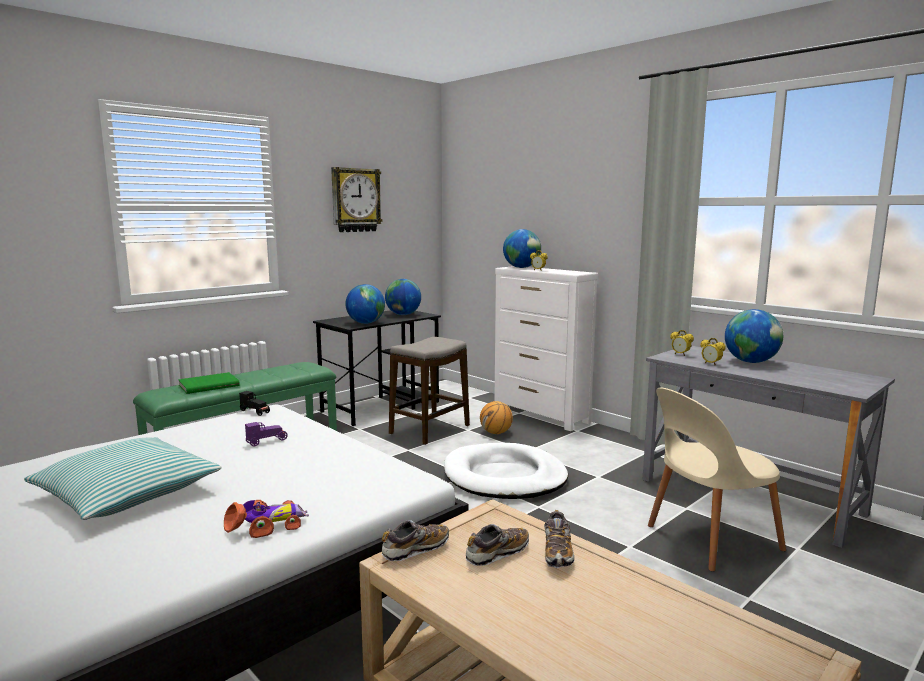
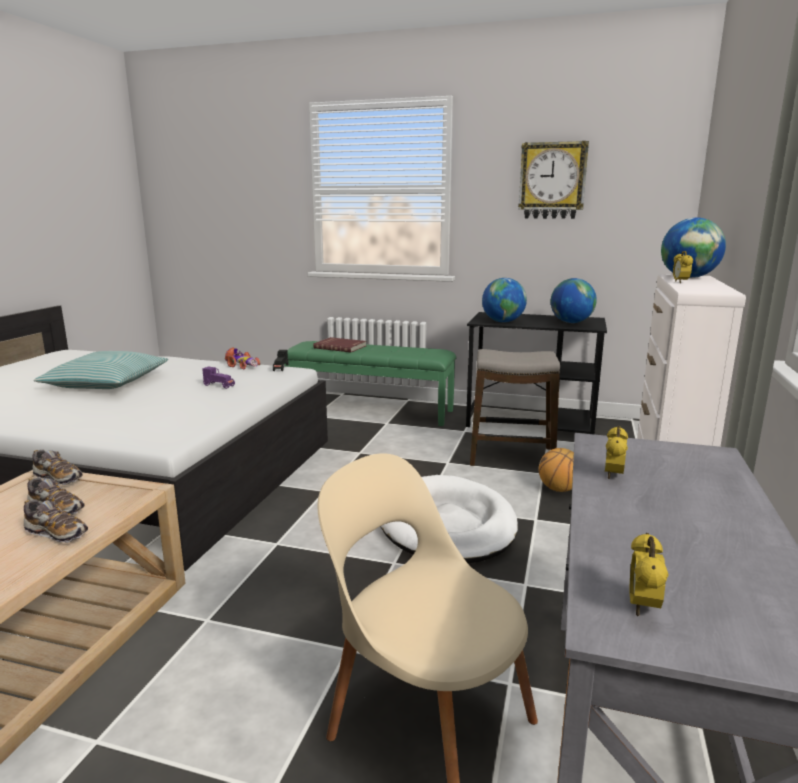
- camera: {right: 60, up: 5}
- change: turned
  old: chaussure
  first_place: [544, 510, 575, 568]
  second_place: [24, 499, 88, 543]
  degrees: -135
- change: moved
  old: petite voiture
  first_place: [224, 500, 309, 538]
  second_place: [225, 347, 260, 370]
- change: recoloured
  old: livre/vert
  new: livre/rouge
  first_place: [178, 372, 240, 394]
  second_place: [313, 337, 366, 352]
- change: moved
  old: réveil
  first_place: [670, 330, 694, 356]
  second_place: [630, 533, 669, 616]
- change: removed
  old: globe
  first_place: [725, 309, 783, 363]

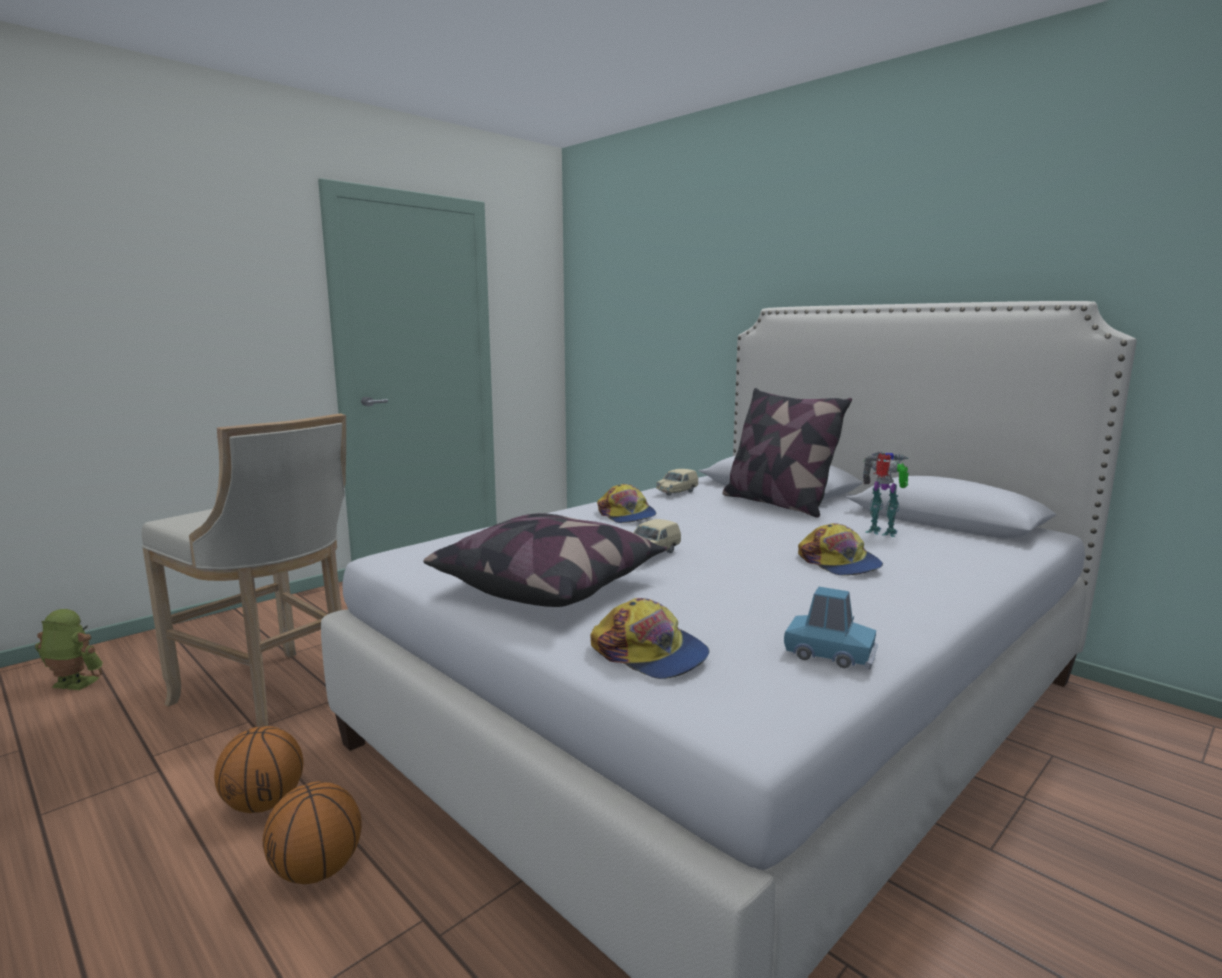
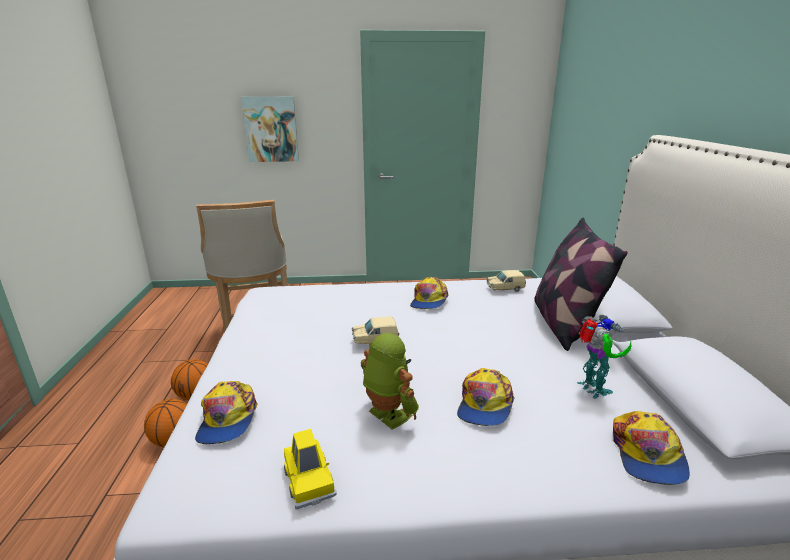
- camera: {right: 40, up: 10}
- change: added
  new: tableau
  second_place: [241, 97, 299, 162]
- change: recoloured
  old: petite voiture/bleu
  new: petite voiture/jaune
  first_place: [784, 587, 878, 670]
  second_place: [284, 429, 337, 510]
- change: moved
  old: robot jouet
  first_place: [35, 609, 103, 690]
  second_place: [361, 333, 419, 430]
- change: added
  new: casquette
  second_place: [613, 411, 690, 485]
- change: removed
  old: coussin
  first_place: [423, 513, 667, 607]

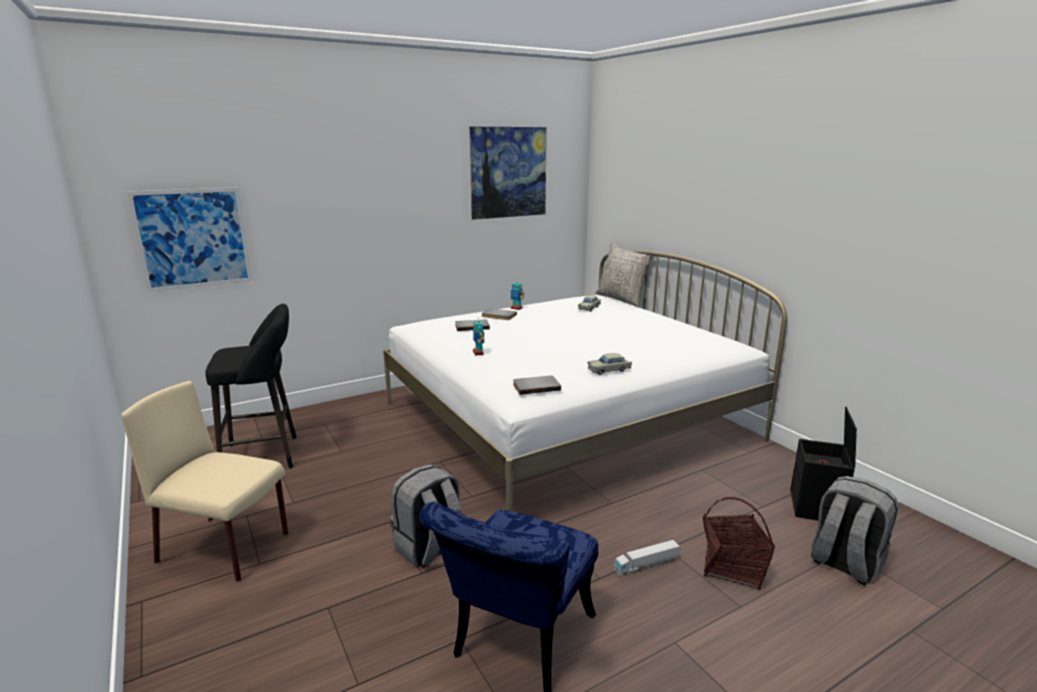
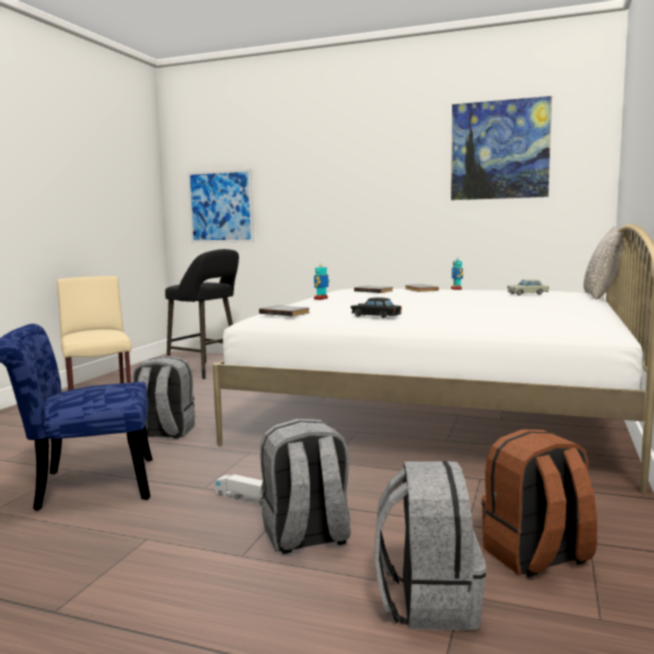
- camera: {right: 50, up: -10}
- change: replaced
  old: panier
  new: sac à dos/gris
  first_place: [703, 497, 775, 590]
  second_place: [260, 419, 351, 554]
- change: recoloured
  old: petite voiture/beige
  new: petite voiture/noir
  first_place: [587, 353, 632, 375]
  second_place: [351, 297, 402, 318]
- change: replaced
  old: boîte de rangement/noir
  new: sac à dos/marron
  first_place: [790, 407, 857, 521]
  second_place: [481, 429, 597, 577]

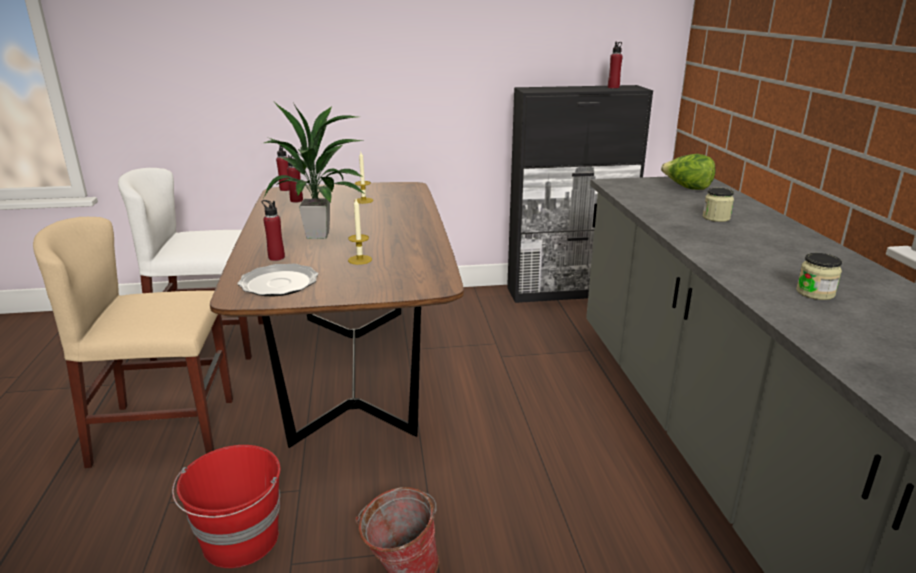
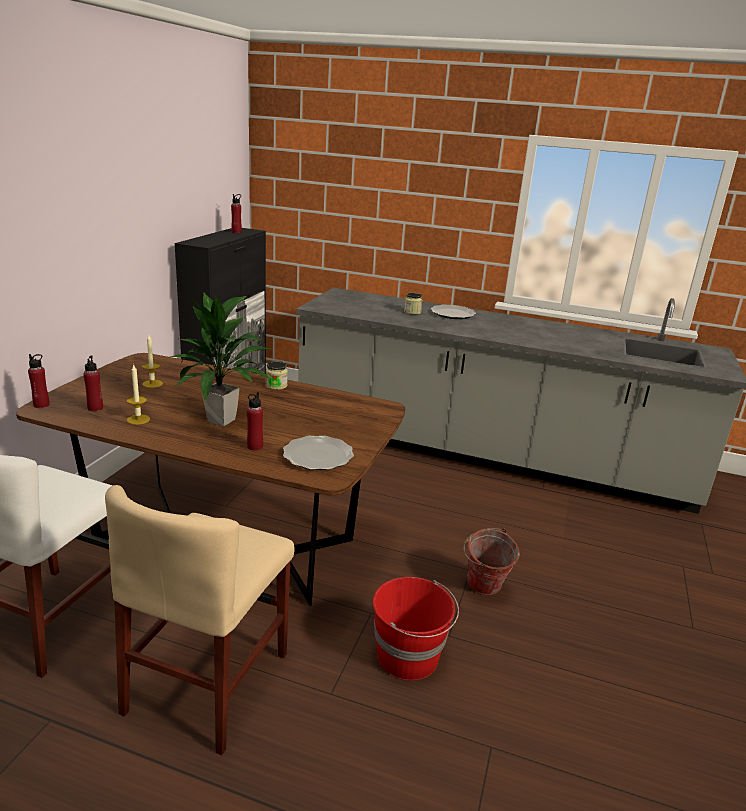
- camera: {right: -65, up: 0}
- change: moved
  old: bougie
  first_place: [348, 199, 372, 265]
  second_place: [127, 364, 150, 425]
- change: moved
  old: bocal
  first_place: [796, 253, 842, 300]
  second_place: [266, 361, 288, 390]
- change: added
  new: assiette
  second_place: [431, 304, 476, 319]
- change: removed
  old: laitue
  first_place: [661, 154, 716, 190]

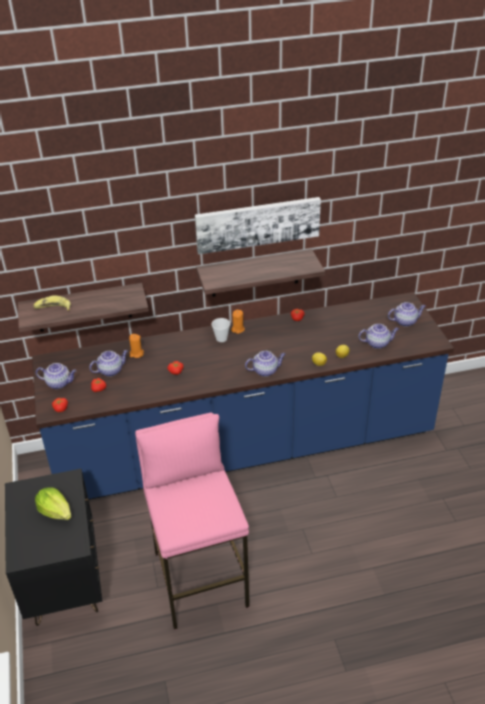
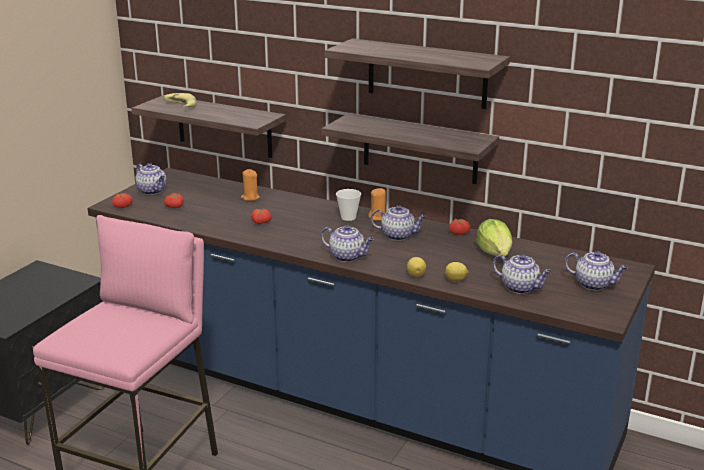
- camera: {right: 40, up: -15}
- change: replaced
  old: tableau
  new: étagère
  first_place: [195, 197, 321, 255]
  second_place: [324, 38, 510, 109]
- change: moved
  old: théière
  first_place: [89, 350, 128, 377]
  second_place: [371, 205, 426, 241]
- change: moved
  old: laitue
  first_place: [35, 487, 71, 520]
  second_place: [476, 219, 512, 256]

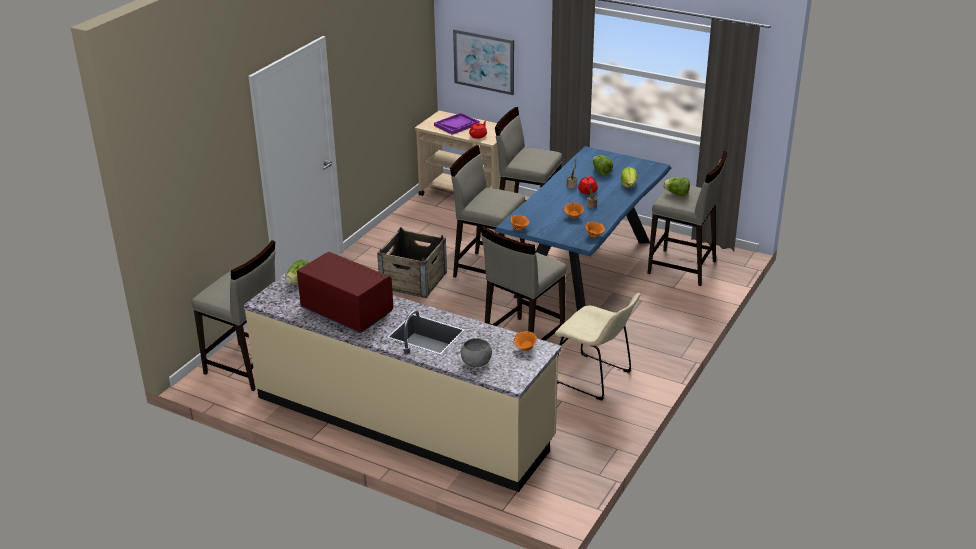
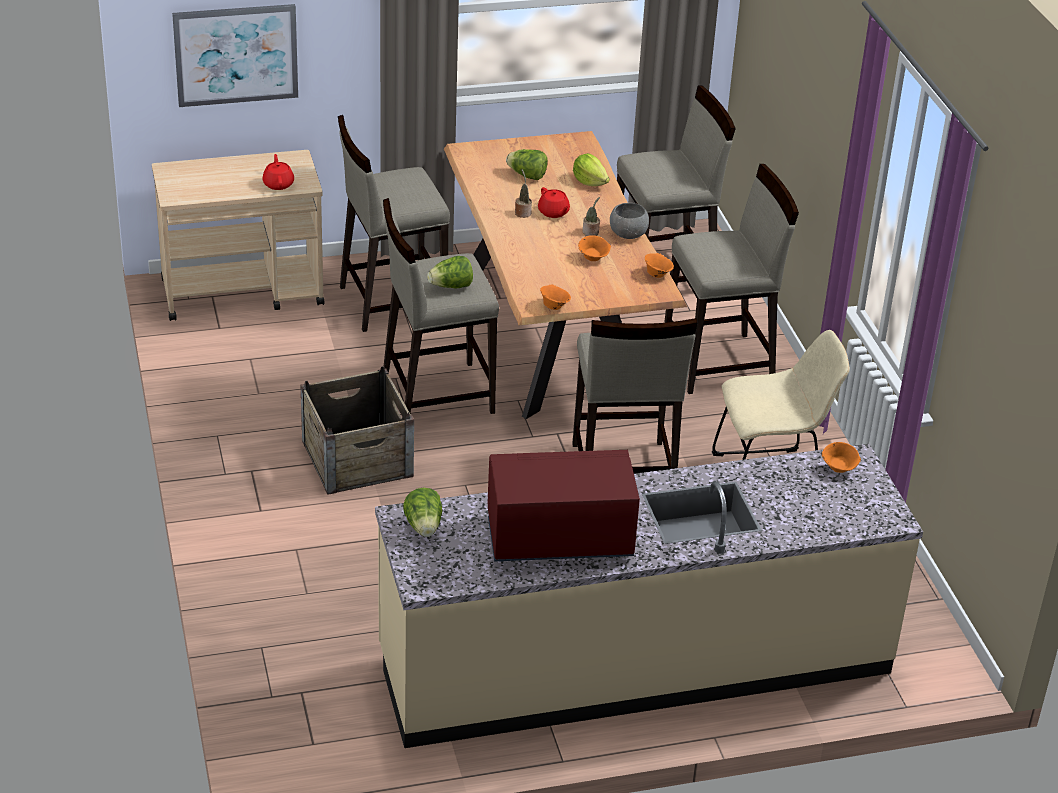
- camera: {right: -45, up: 5}
- change: moved
  old: laitue
  first_place: [663, 177, 690, 196]
  second_place: [427, 256, 473, 289]
- change: recoloured
  old: table à manger/bleu
  new: table à manger/marron
  first_place: [494, 146, 671, 311]
  second_place: [444, 131, 687, 419]
- change: moved
  old: bol/gris
  first_place: [461, 338, 492, 367]
  second_place: [610, 203, 649, 239]
- change: moved
  old: tabouret/beige
  first_place: [192, 240, 276, 391]
  second_place: [664, 164, 799, 394]
- change: removed
  old: plateau/violet
  first_place: [434, 113, 479, 135]

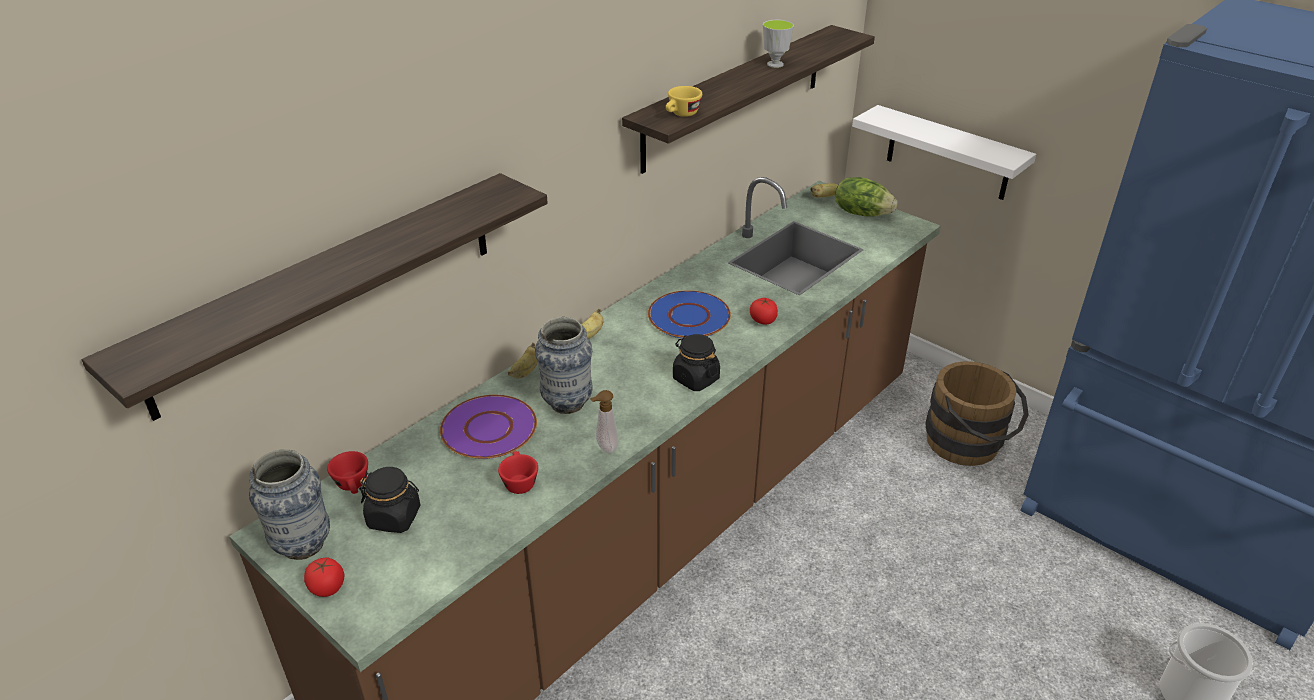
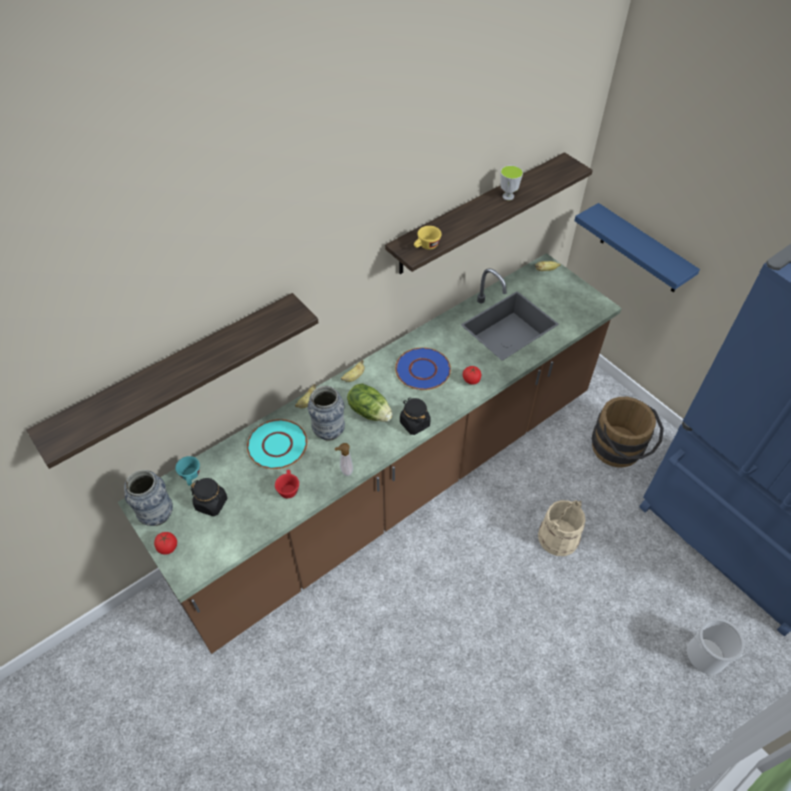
- camera: {right: 10, up: 15}
- change: recoloured
  old: tasse/rouge
  new: tasse/turquoise
  first_place: [327, 451, 368, 494]
  second_place: [175, 456, 200, 486]
- change: recoloured
  old: assiette/violet
  new: assiette/turquoise
  first_place: [440, 395, 537, 459]
  second_place: [247, 419, 307, 469]
- change: moved
  old: laitue
  first_place: [835, 177, 898, 217]
  second_place: [347, 383, 393, 422]
- change: added
  new: seau/beige
  second_place: [538, 500, 586, 556]
- change: recoloured
  old: étagère/blanc
  new: étagère/bleu
  first_place: [852, 105, 1036, 200]
  second_place: [574, 203, 700, 292]

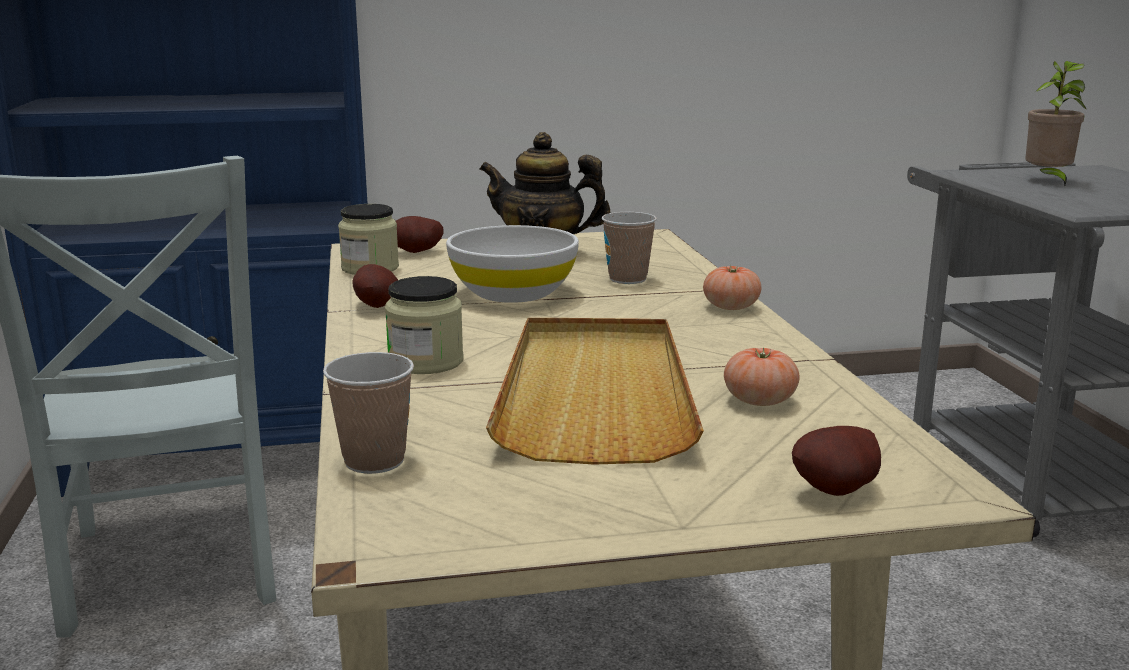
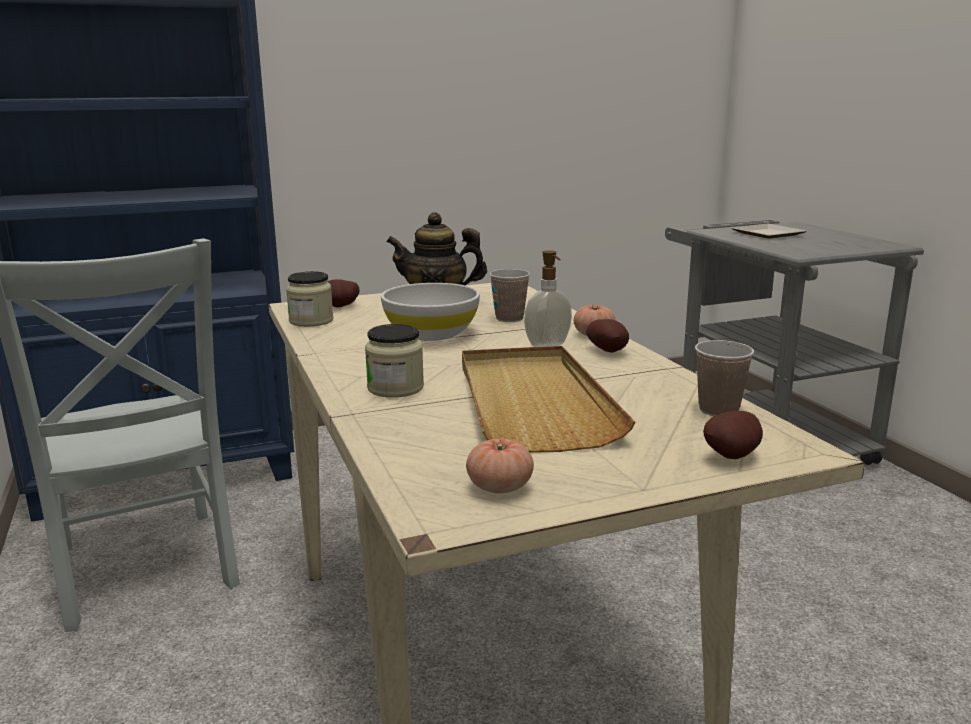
- camera: {right: -10, up: 0}
- change: moved
  old: tomate
  first_place: [724, 347, 800, 406]
  second_place: [466, 439, 534, 493]
- change: added
  new: distributeur de savon
  second_place: [524, 250, 572, 347]
- change: moved
  old: pomme de terre
  first_place: [352, 264, 398, 308]
  second_place: [586, 319, 629, 353]
- change: moved
  old: tasse
  first_place: [323, 352, 414, 474]
  second_place: [695, 340, 754, 416]
- change: replaced
  old: plante en pot
  new: assiette
  first_place: [1025, 61, 1086, 186]
  second_place: [731, 224, 806, 239]

